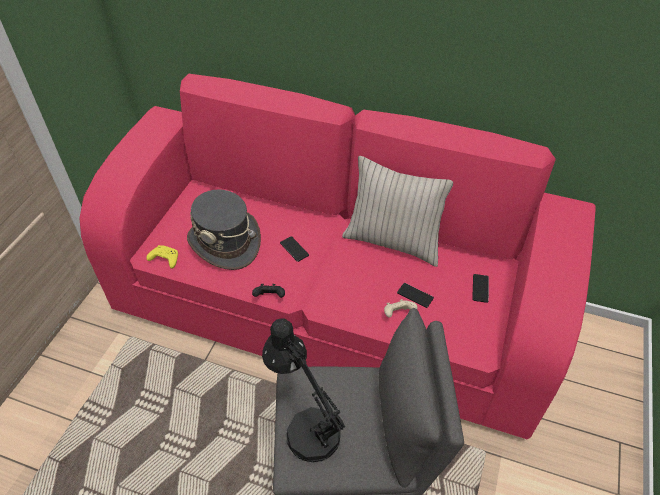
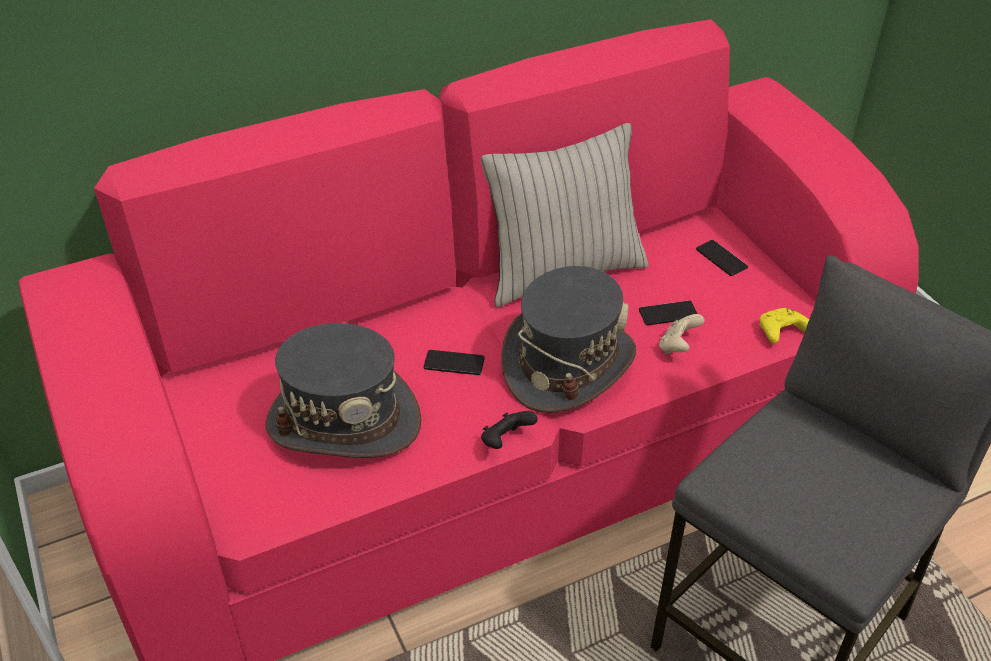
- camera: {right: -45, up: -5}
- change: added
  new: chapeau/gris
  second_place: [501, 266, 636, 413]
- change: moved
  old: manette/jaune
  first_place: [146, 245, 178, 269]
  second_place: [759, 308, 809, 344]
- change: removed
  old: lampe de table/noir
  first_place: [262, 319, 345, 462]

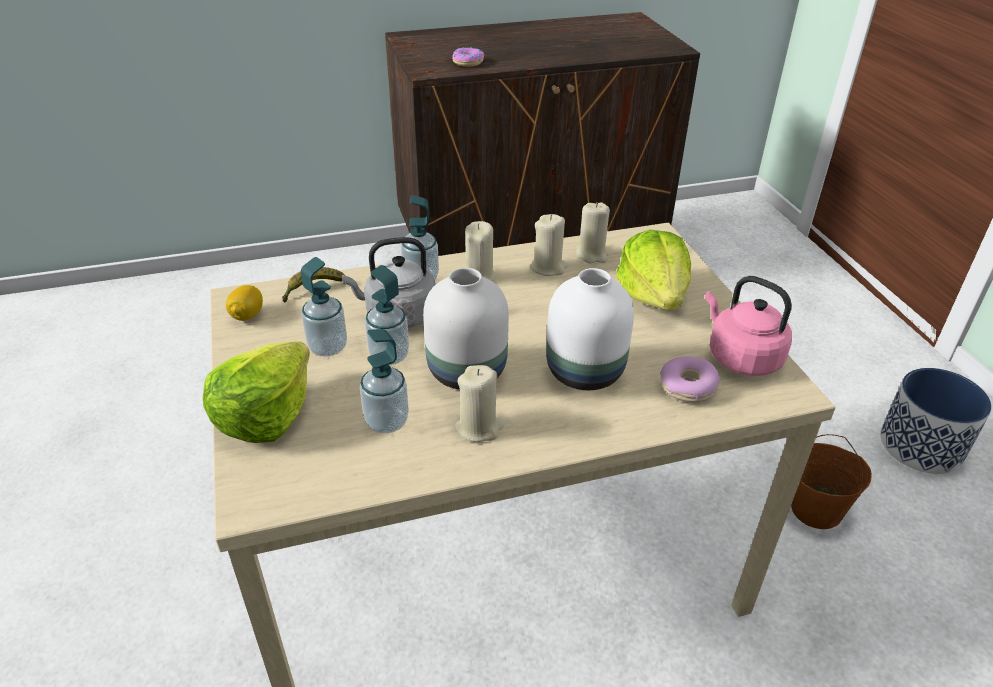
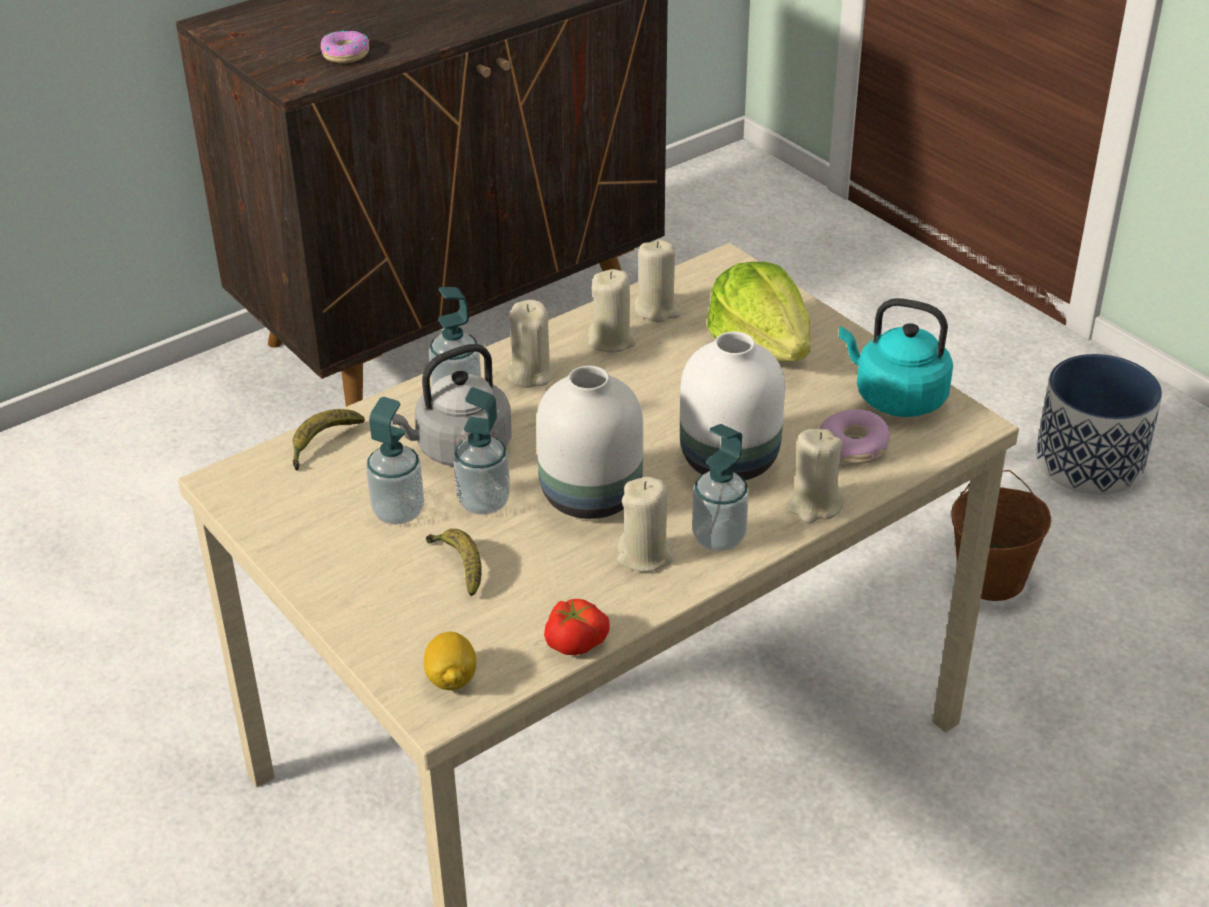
- camera: {right: -20, up: 0}
- change: moved
  old: citron
  first_place: [226, 285, 263, 321]
  second_place: [424, 632, 476, 690]
- change: added
  new: banane
  second_place: [426, 528, 482, 596]
- change: added
  new: tomate
  second_place: [544, 599, 610, 655]
- change: moved
  old: distributeur de savon
  first_place: [360, 329, 409, 433]
  second_place: [692, 424, 749, 551]
- change: added
  new: bougie/beige
  second_place: [787, 429, 844, 524]
- change: recoloured
  old: bouilloire/rose
  new: bouilloire/turquoise
  first_place: [705, 276, 792, 376]
  second_place: [839, 298, 953, 417]
- change: removed
  old: laitue
  first_place: [203, 341, 310, 443]

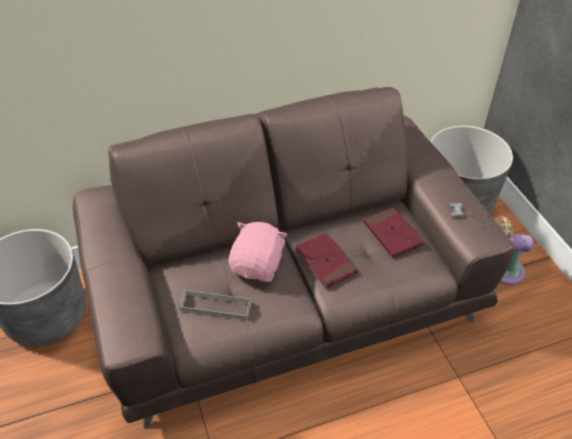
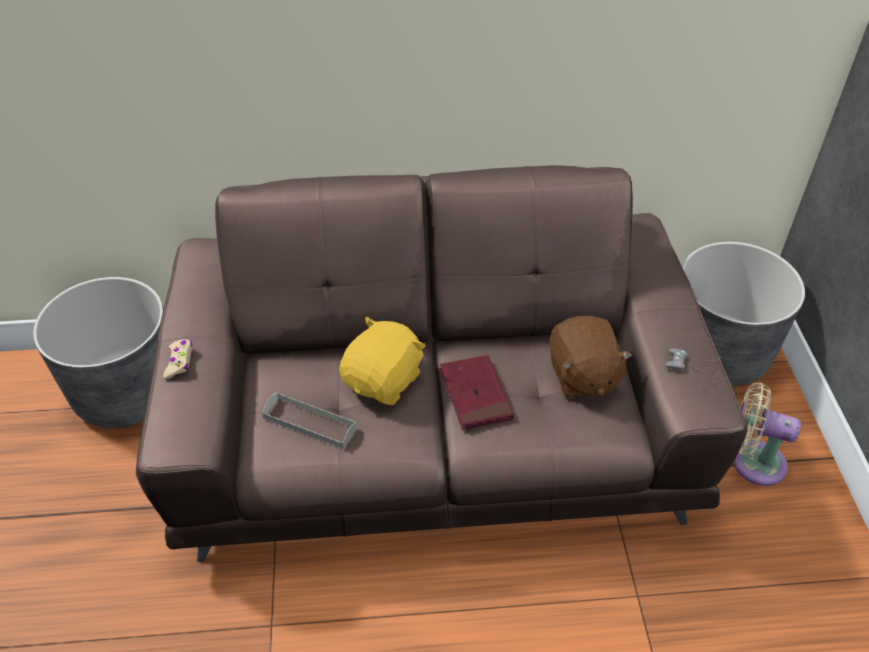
- camera: {right: 15, up: 0}
- change: added
  new: manette/beige
  second_place: [163, 339, 192, 379]
- change: recoloured
  old: peluche/rose
  new: peluche/jaune
  first_place: [229, 222, 288, 282]
  second_place: [339, 317, 426, 405]
- change: replaced
  old: livre/rouge
  new: peluche/marron
  first_place: [364, 207, 424, 258]
  second_place: [550, 316, 633, 398]

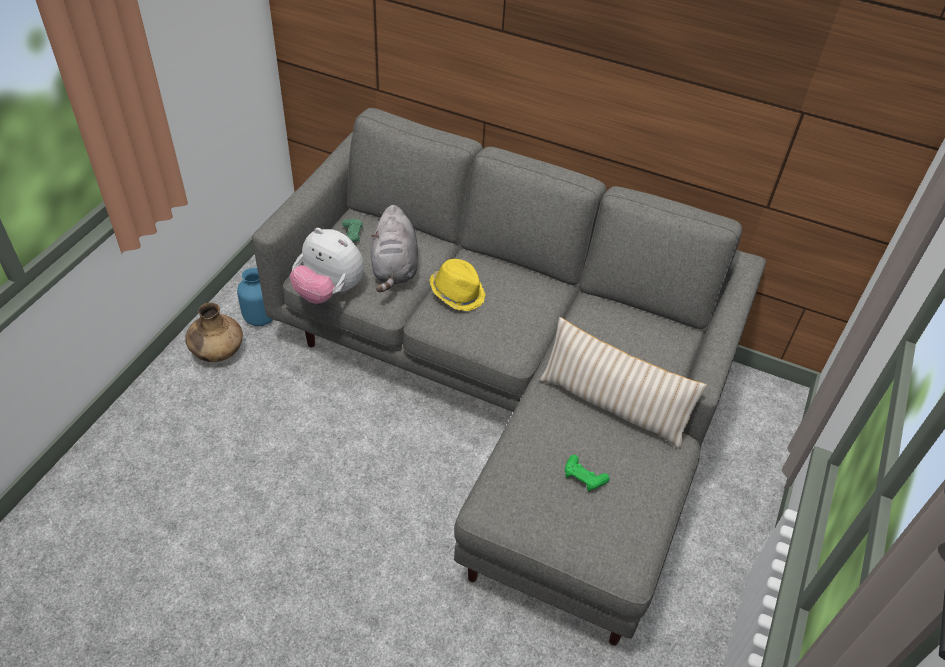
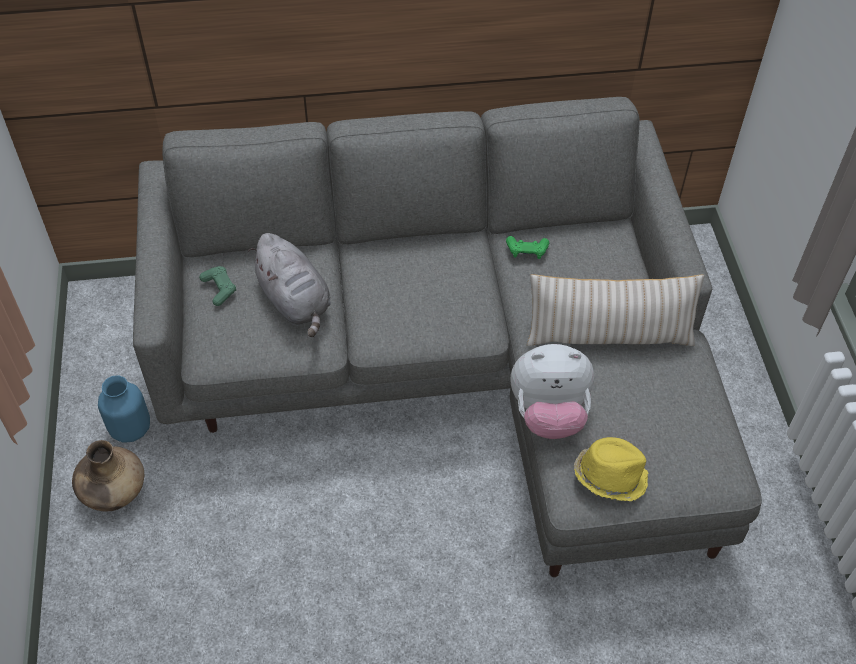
- camera: {right: -30, up: 5}
- change: moved
  old: manette/vert
  first_place: [565, 455, 609, 491]
  second_place: [506, 236, 549, 259]
- change: moved
  old: peluche
  first_place: [290, 228, 364, 304]
  second_place: [510, 344, 594, 439]
- change: moved
  old: chapeau/jaune
  first_place: [430, 259, 485, 311]
  second_place: [574, 437, 649, 501]

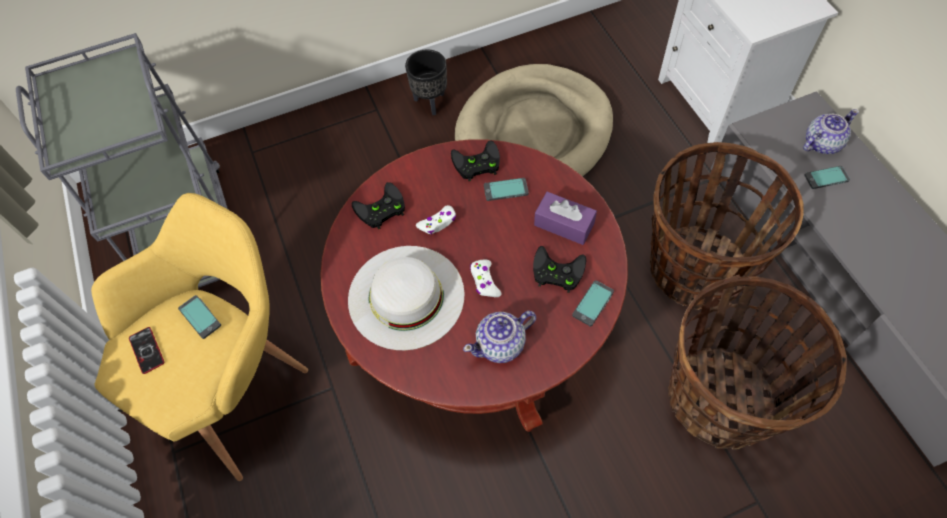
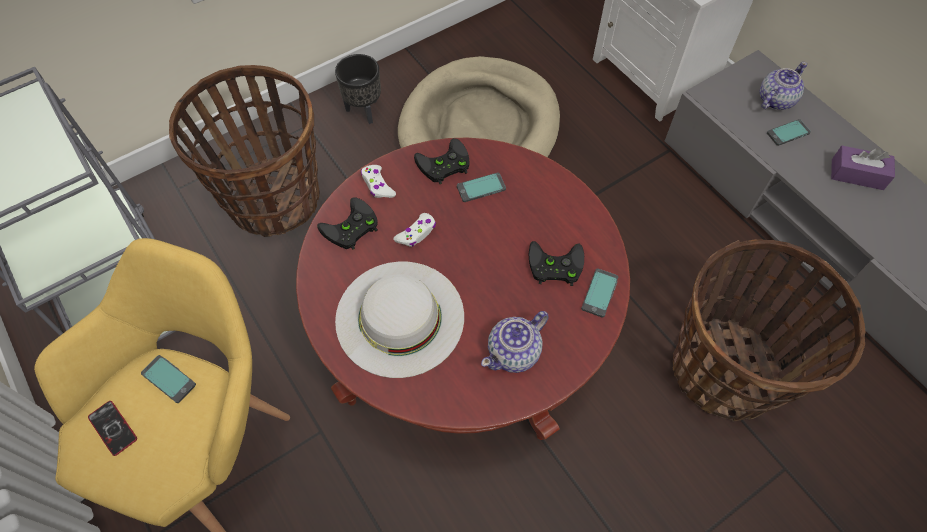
- camera: {right: -15, up: 0}
- change: moved
  old: panier
  first_place: [650, 142, 804, 310]
  second_place: [169, 65, 320, 237]
- change: moved
  old: manette/blanc
  first_place: [470, 259, 501, 297]
  second_place: [361, 165, 396, 198]
- change: moved
  old: boîte à mouchoirs/violet
  first_place: [534, 192, 597, 245]
  second_place: [831, 146, 895, 190]

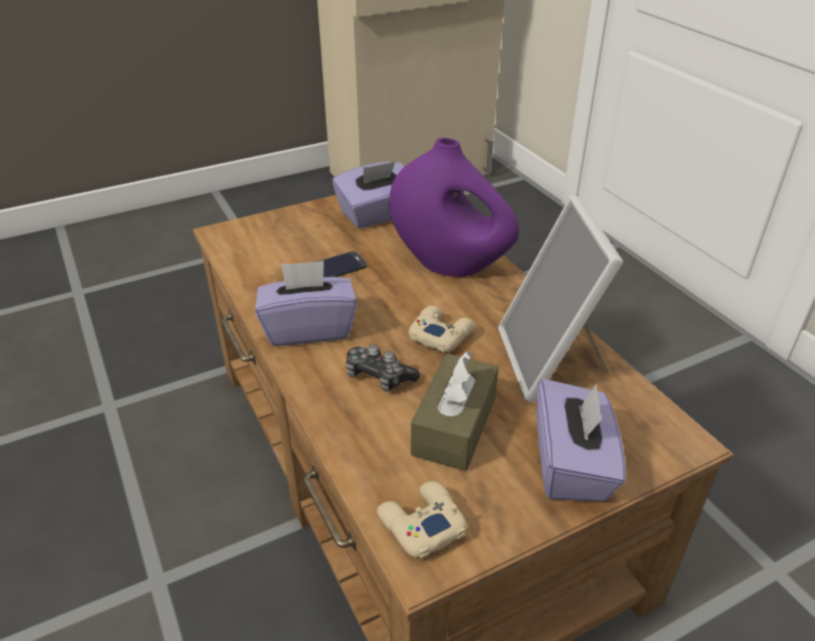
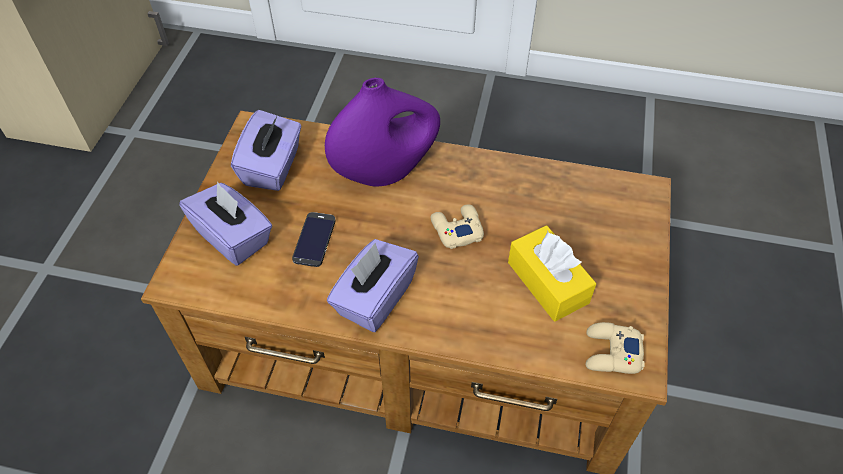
- camera: {right: -50, up: 15}
- change: moved
  old: boîte à mouchoirs/violet
  first_place: [536, 379, 626, 502]
  second_place: [180, 181, 272, 266]
- change: recoloured
  old: boîte à mouchoirs/marron
  new: boîte à mouchoirs/jaune
  first_place: [411, 351, 499, 471]
  second_place: [508, 225, 596, 322]
- change: removed
  old: manette
  first_place: [346, 345, 420, 392]
- change: removed
  old: cadre photo
  first_place: [498, 195, 623, 403]

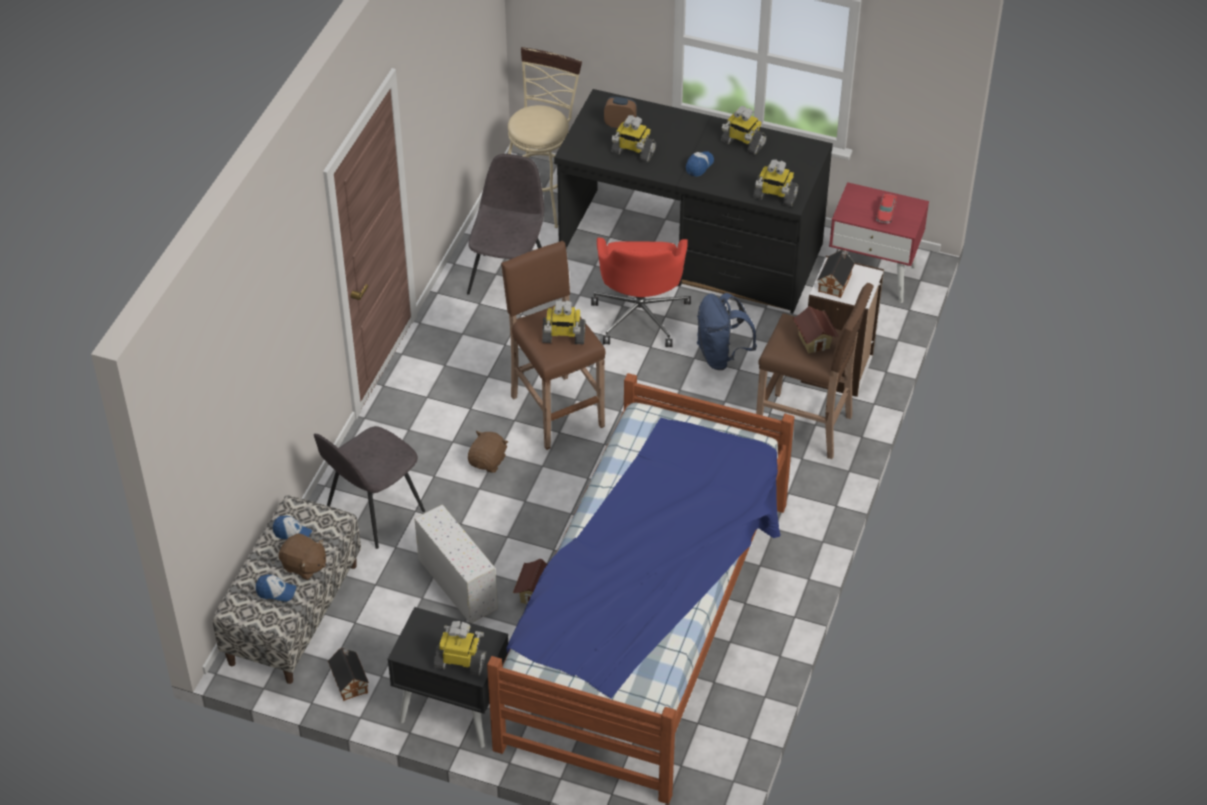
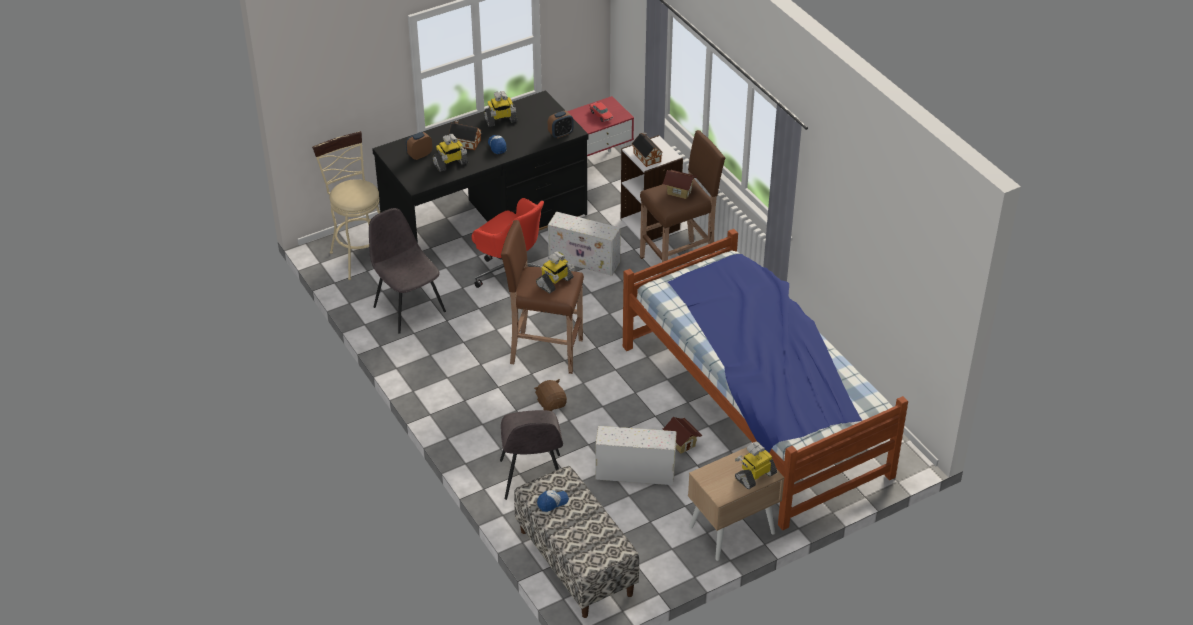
- camera: {right: -50, up: -5}
- change: moved
  old: maison miniature
  first_place: [328, 648, 369, 701]
  second_place: [449, 120, 481, 150]
- change: replaced
  old: robot jouet
  new: réveil
  first_place: [753, 159, 799, 207]
  second_place: [548, 111, 574, 138]
- change: replaced
  old: sac à dos/bleu
  new: boîte de rangement/blanc
  first_place: [697, 293, 757, 370]
  second_place: [548, 212, 621, 275]
- change: recoloured
  old: table de chevet/noir
  new: table de chevet/beige
  first_place: [387, 607, 508, 748]
  second_place: [688, 447, 784, 561]
- change: removed
  old: casquette
  first_place: [256, 575, 297, 602]
- change: removed
  old: peluche/marron
  first_place: [279, 533, 326, 580]

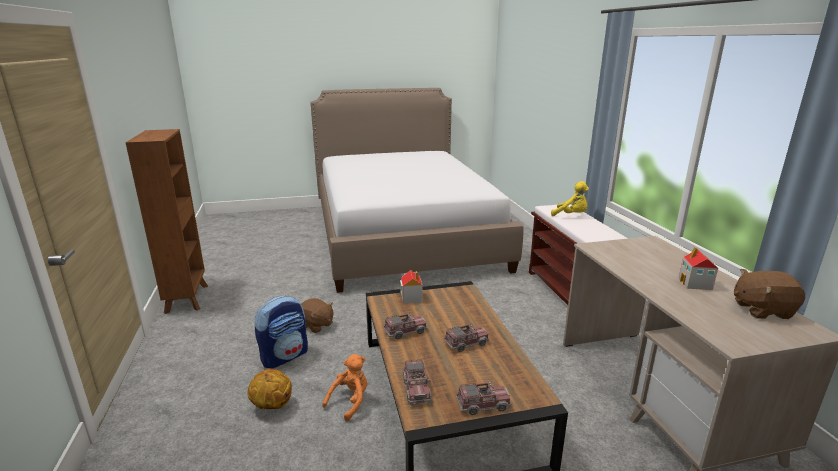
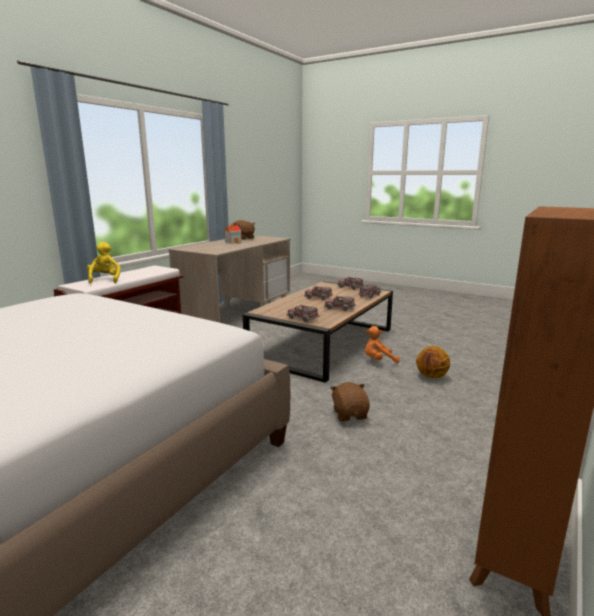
- camera: {right: -135, up: -5}
- change: replaced
  old: maison miniature
  new: camion jouet
  first_place: [400, 270, 423, 303]
  second_place: [287, 304, 319, 322]
- change: removed
  old: sac à dos
  first_place: [255, 295, 308, 368]

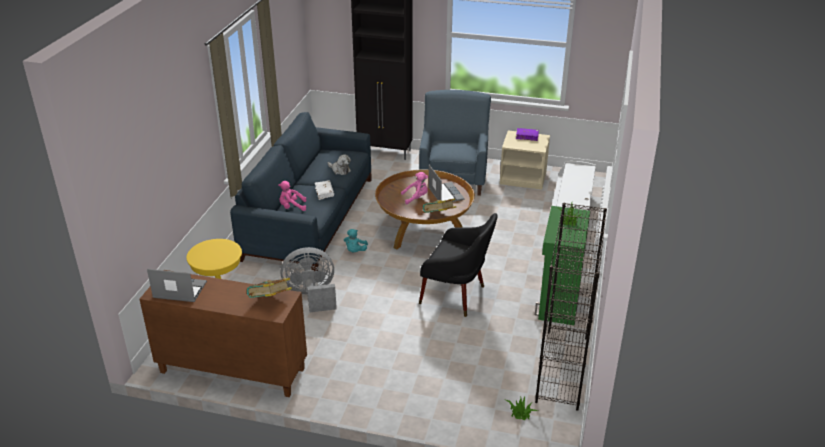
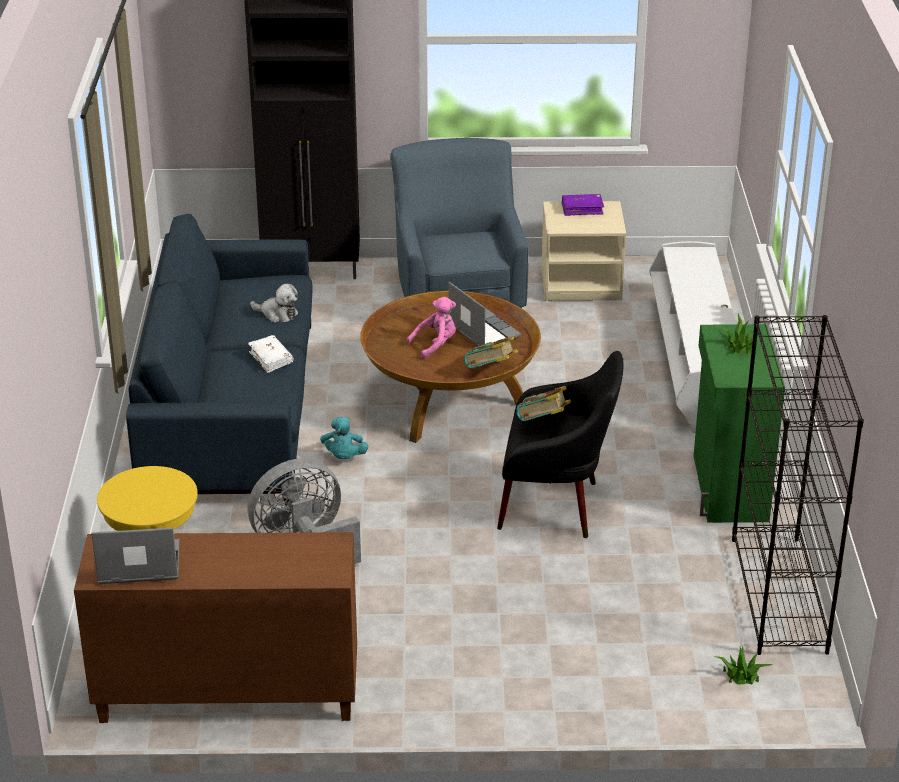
- camera: {right: -15, up: 0}
- change: moved
  old: livre
  first_place: [247, 278, 292, 298]
  second_place: [516, 386, 571, 421]
- change: removed
  old: peluche/rose
  first_place: [278, 181, 307, 211]

